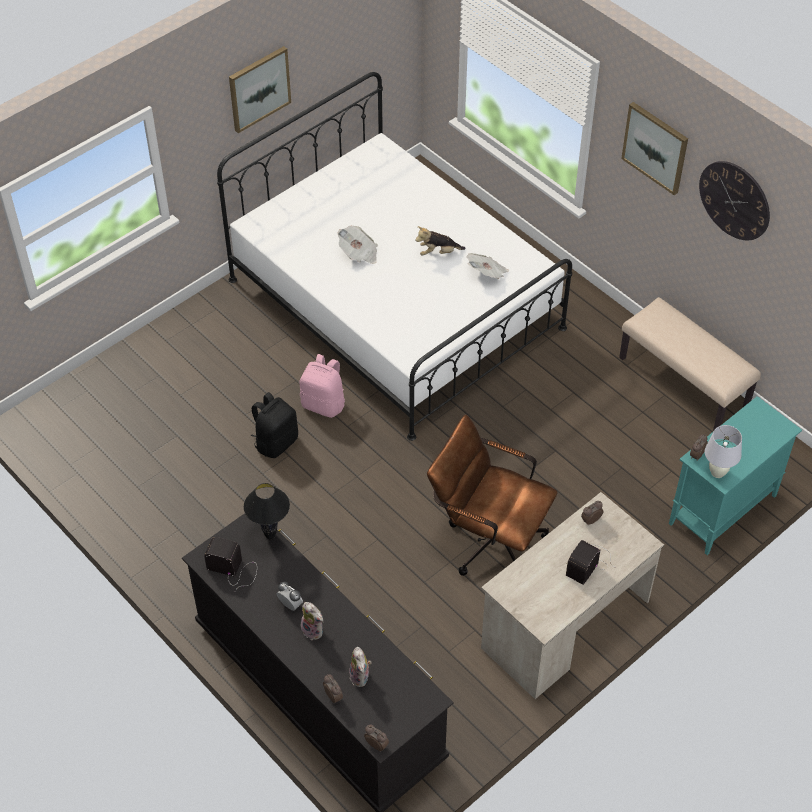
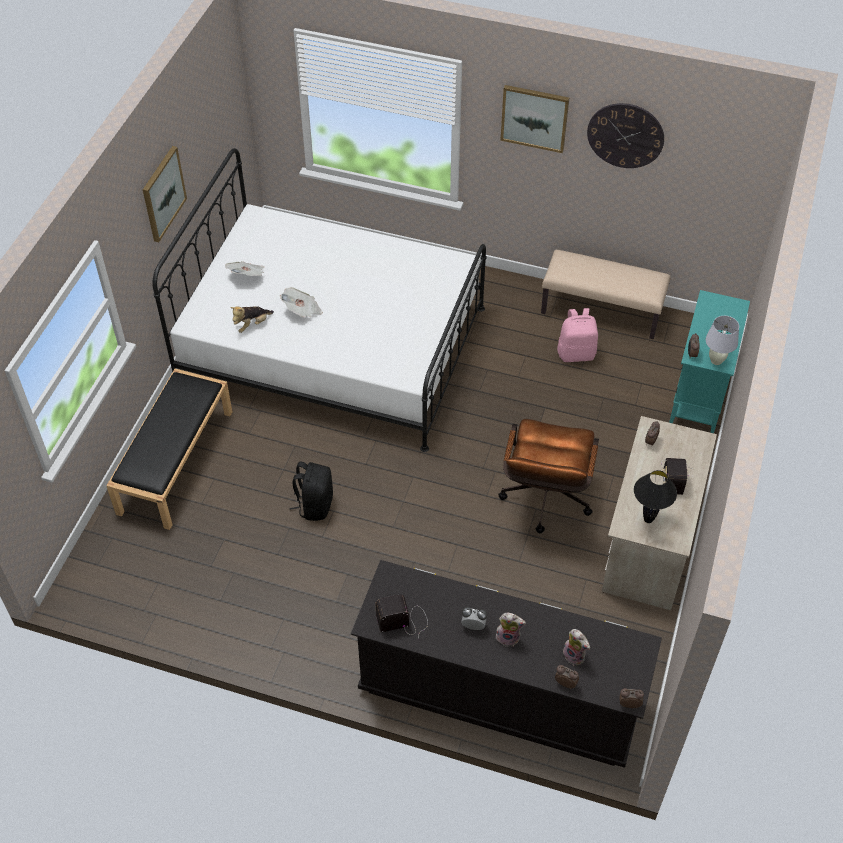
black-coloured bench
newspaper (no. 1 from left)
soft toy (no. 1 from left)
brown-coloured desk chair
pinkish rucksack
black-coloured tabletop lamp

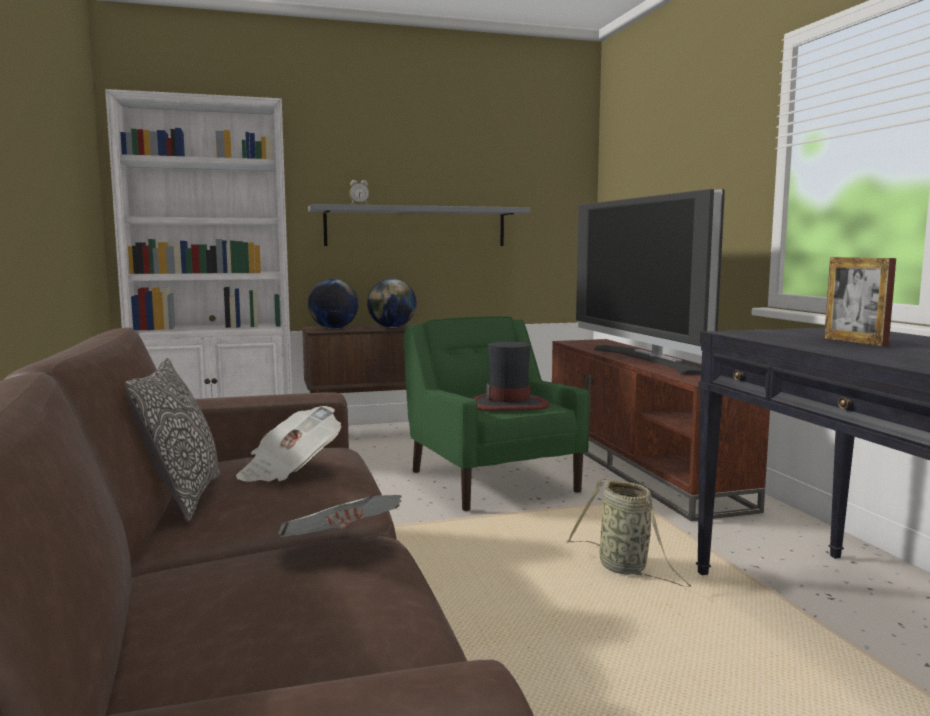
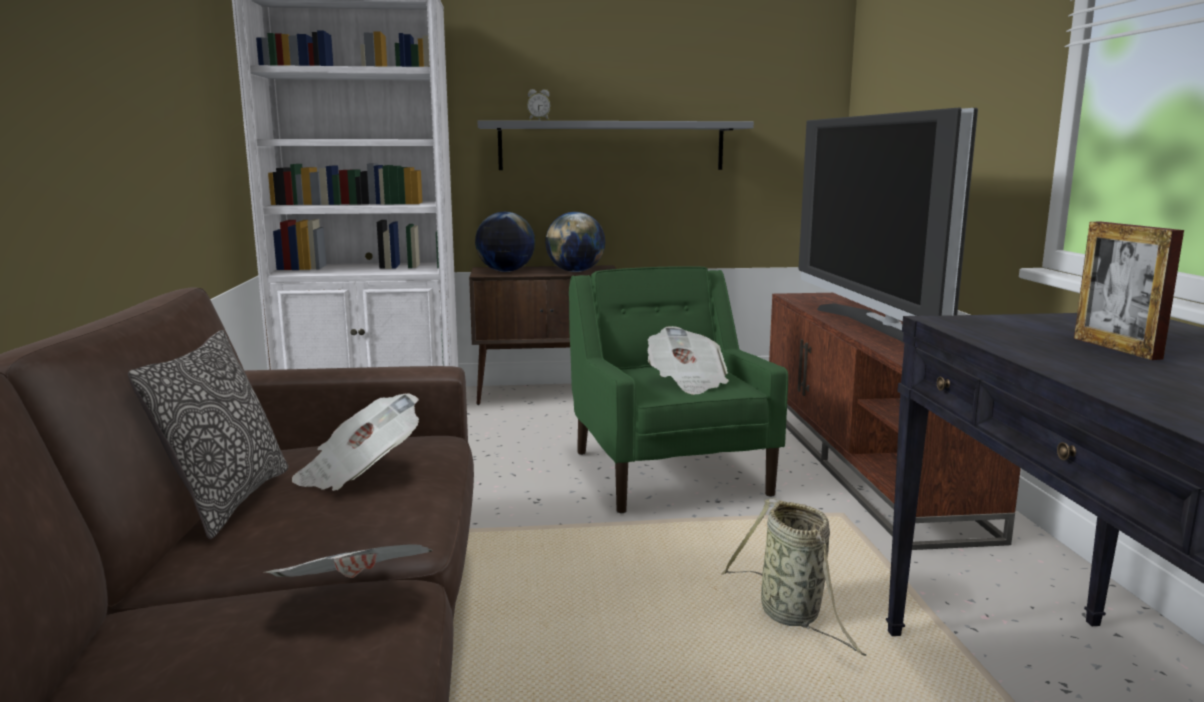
newspaper (no. 3 from left)

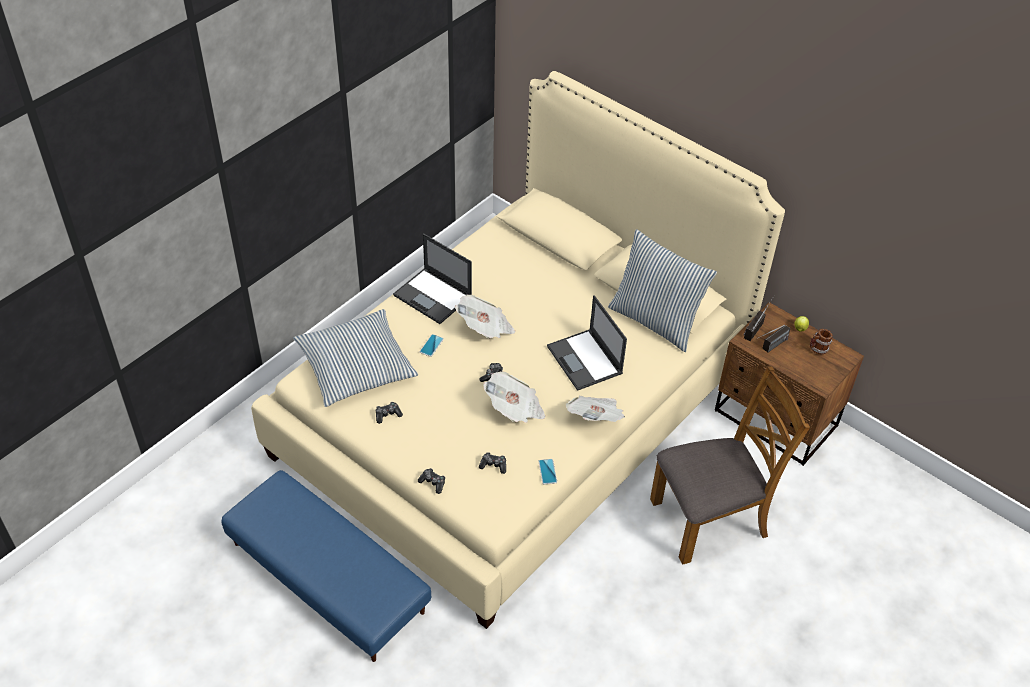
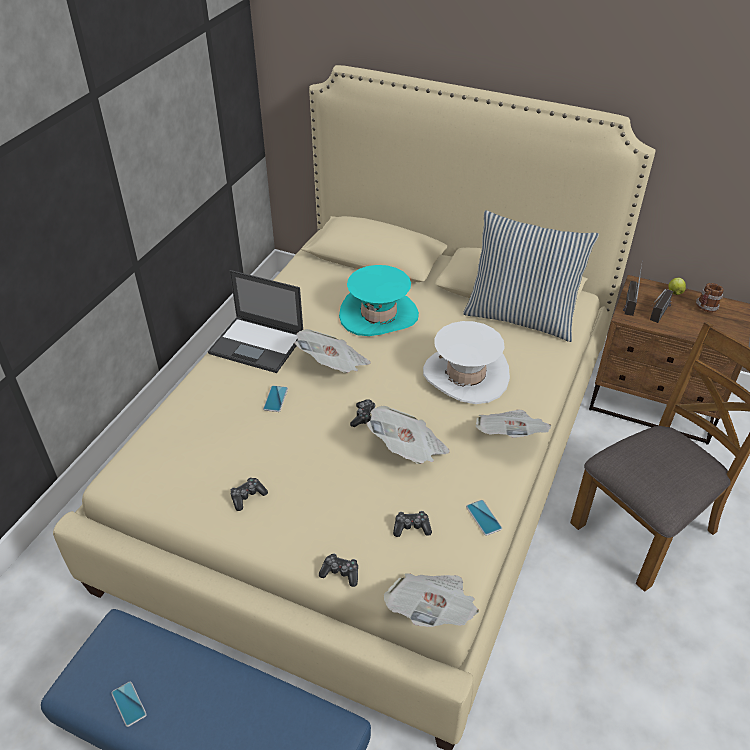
handset (no. 1 from left)
turquoise hat
newspaper (no. 3 from left)
whitish hat
throw pillow (no. 1 from left in the first image)

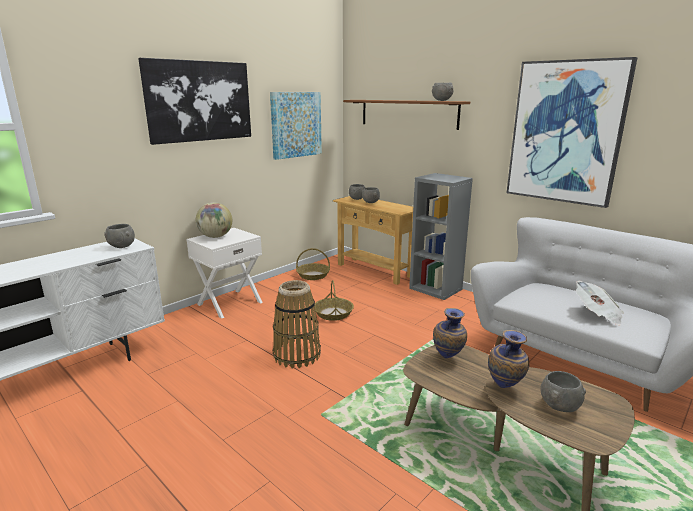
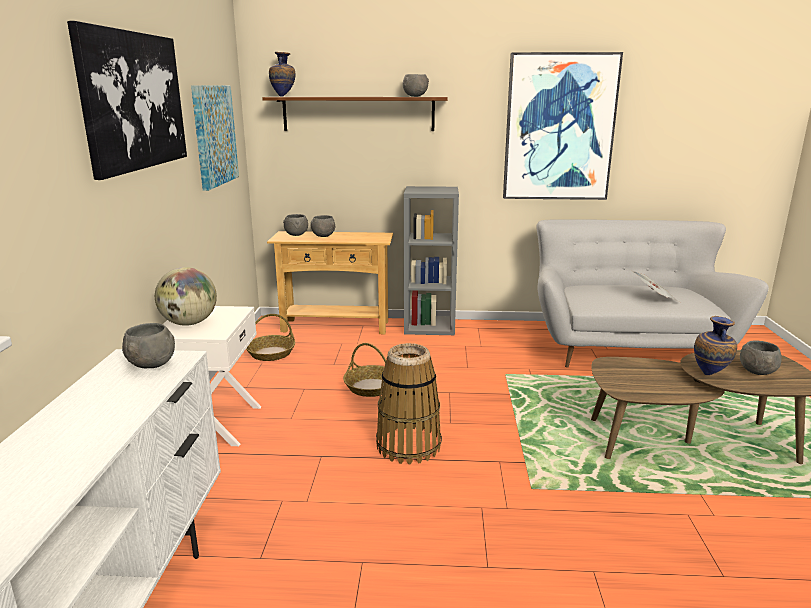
decorative vase (no. 1 from left)

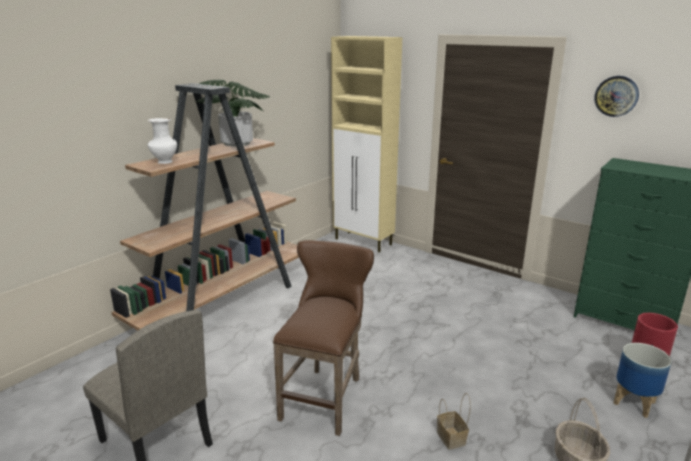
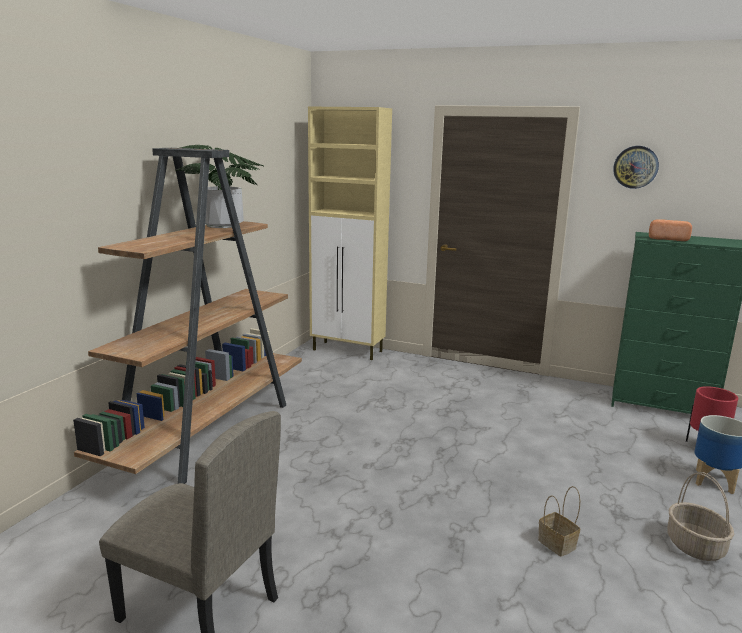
baked bread
whitish decorative vase
brown-coloured stool

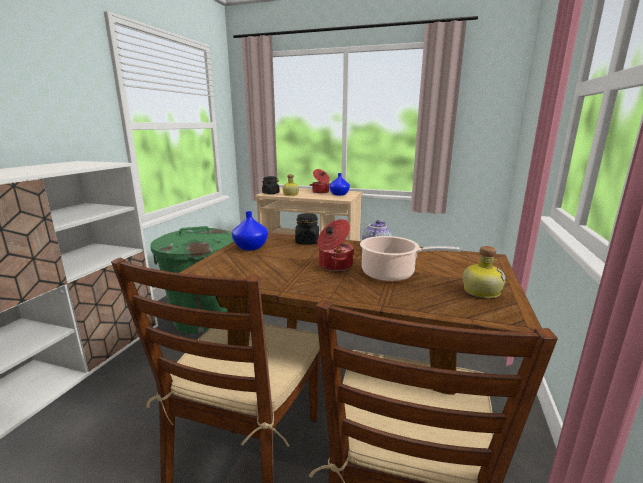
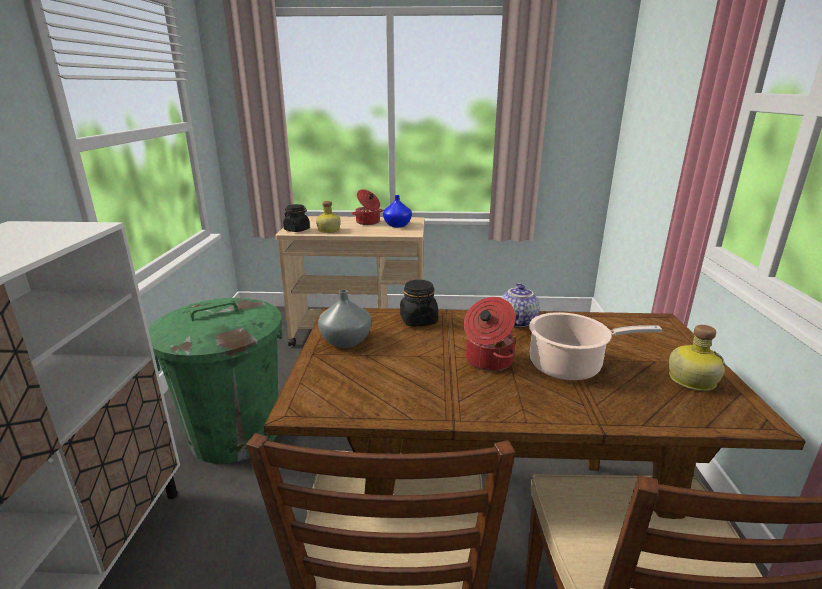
gray decorative vase

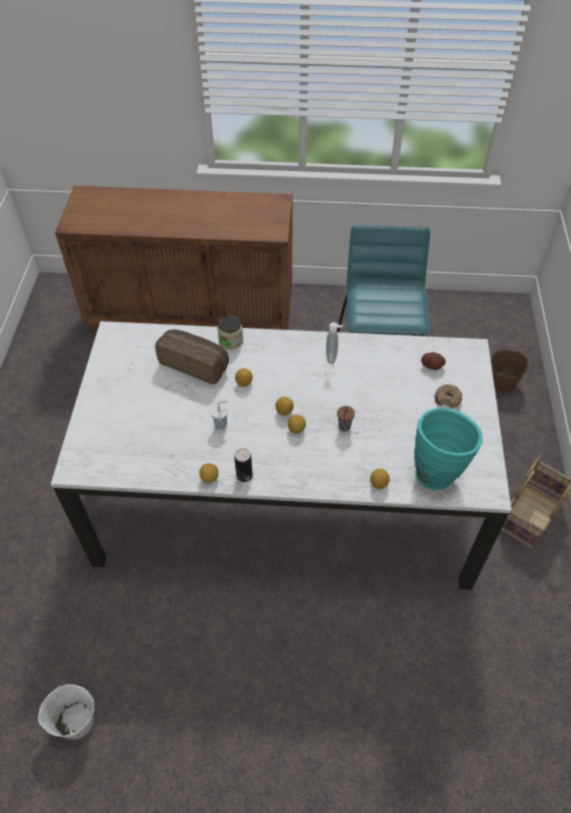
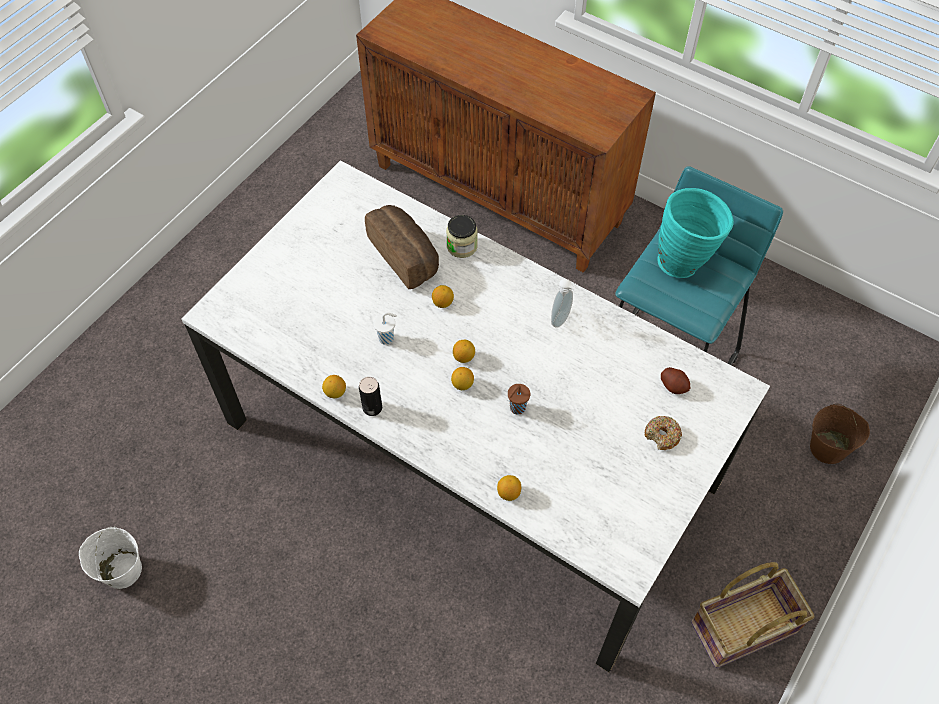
turquoise decorative vase

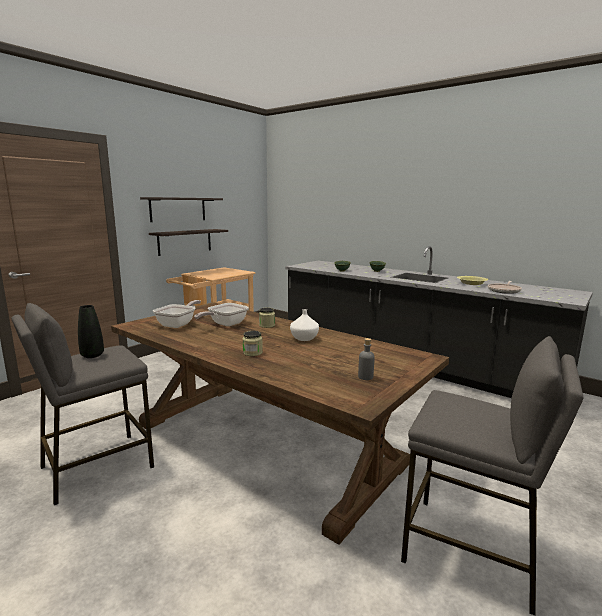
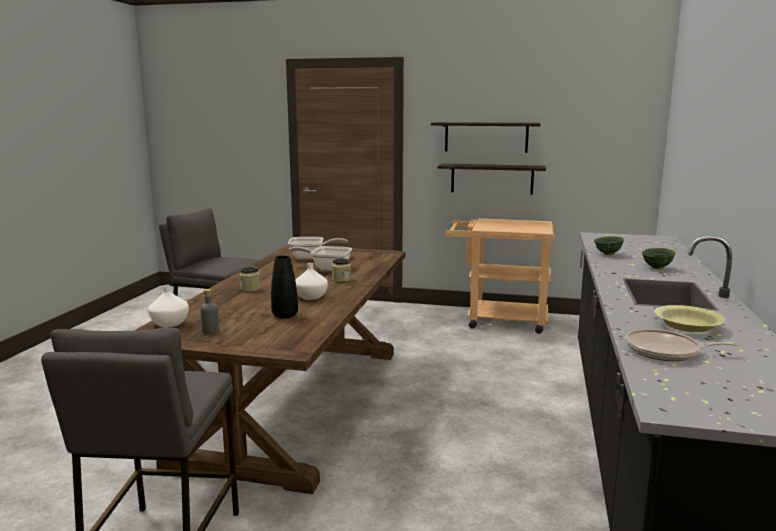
whitish decorative vase (no. 1 from left)
black-coloured decorative vase

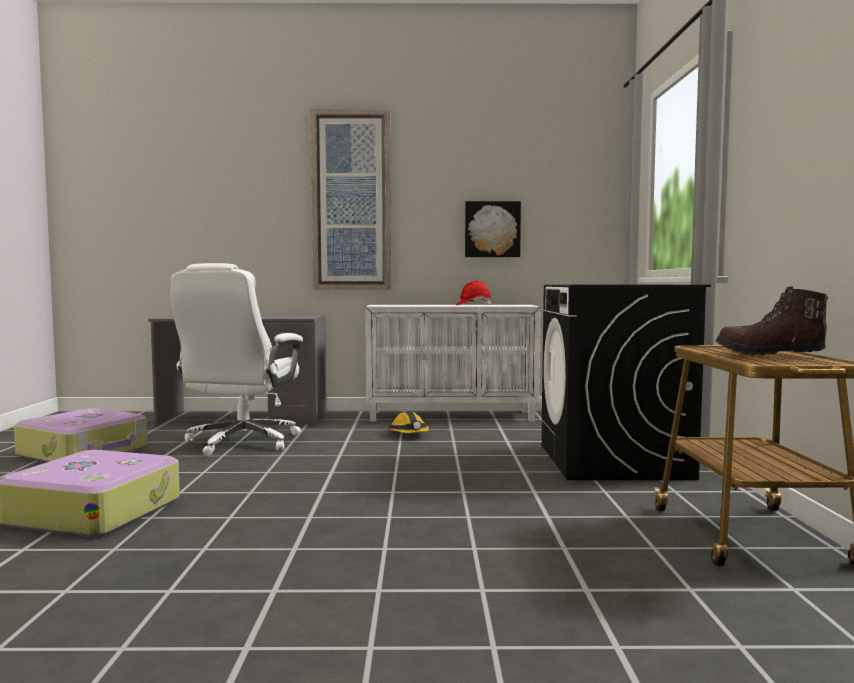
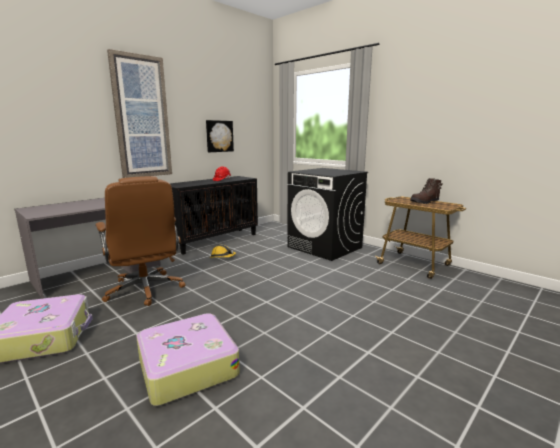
brown-coloured desk chair
black-coloured cupboard

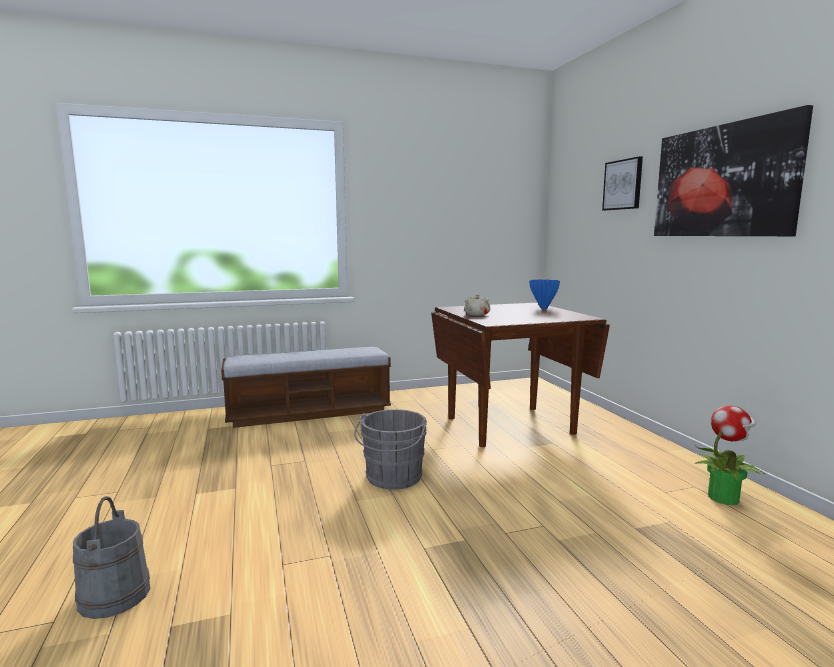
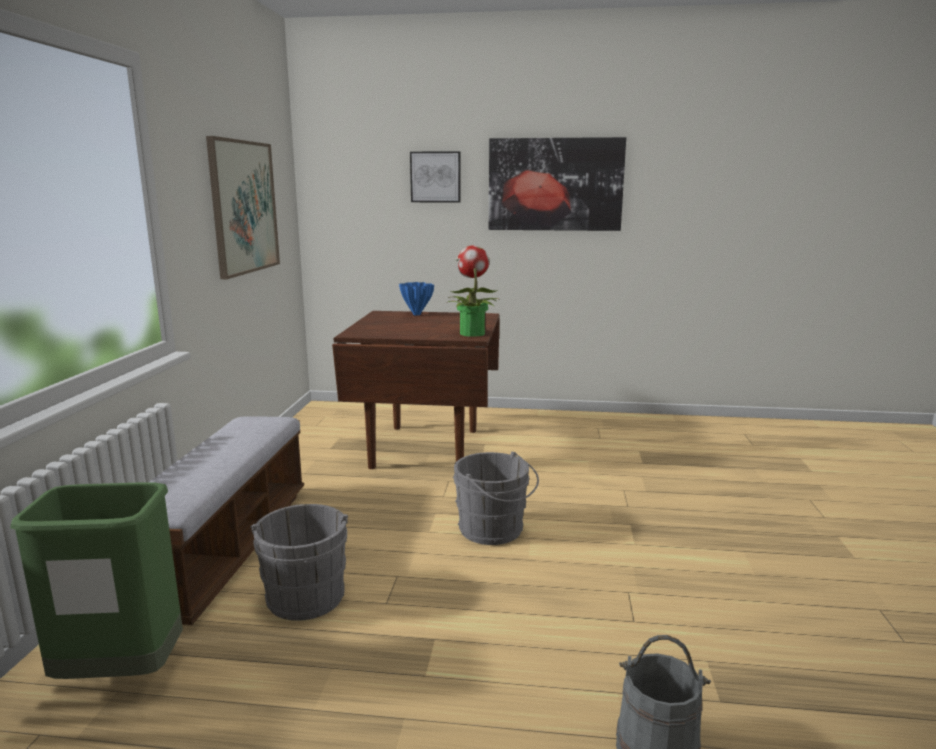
greenish waste bin
wall picture (no. 1 from left)
gray bucket (no. 1 from left)
plant in a pot
beige pot for tea

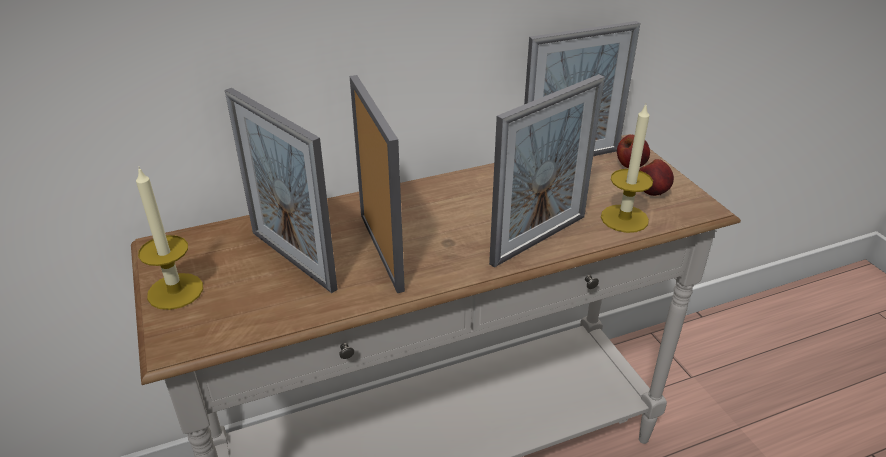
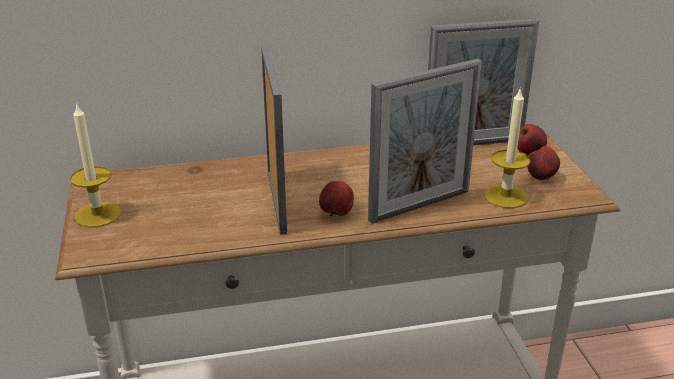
whole apple (no. 1 from left)
picture frame (no. 1 from left in the first image)

